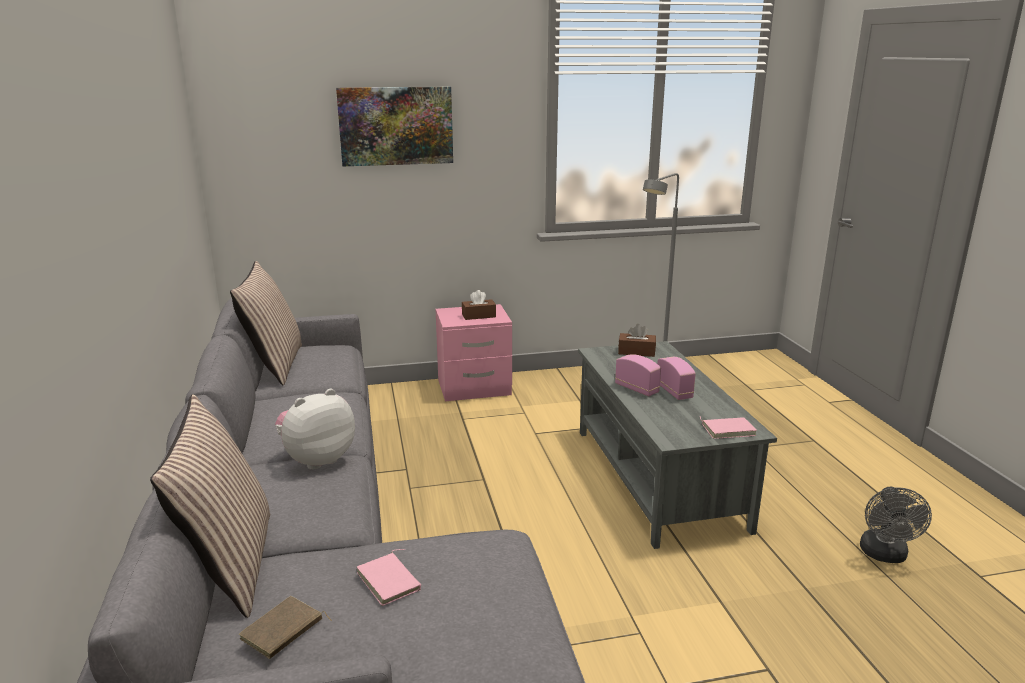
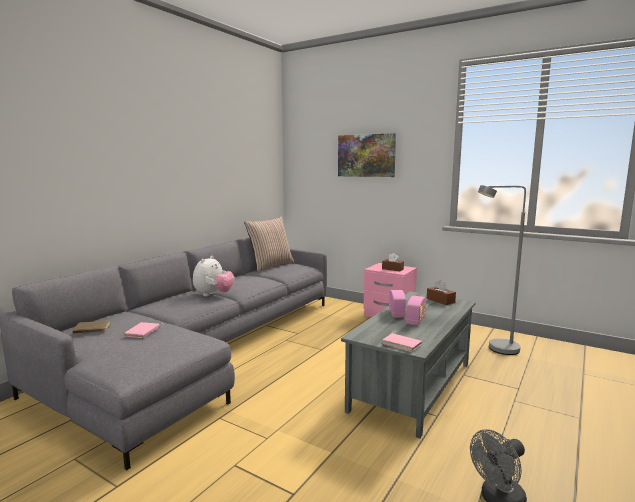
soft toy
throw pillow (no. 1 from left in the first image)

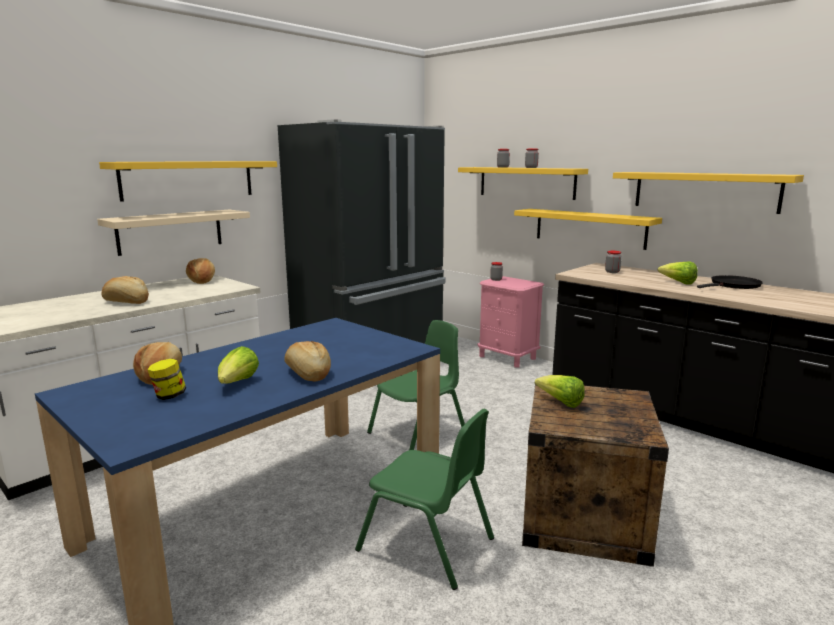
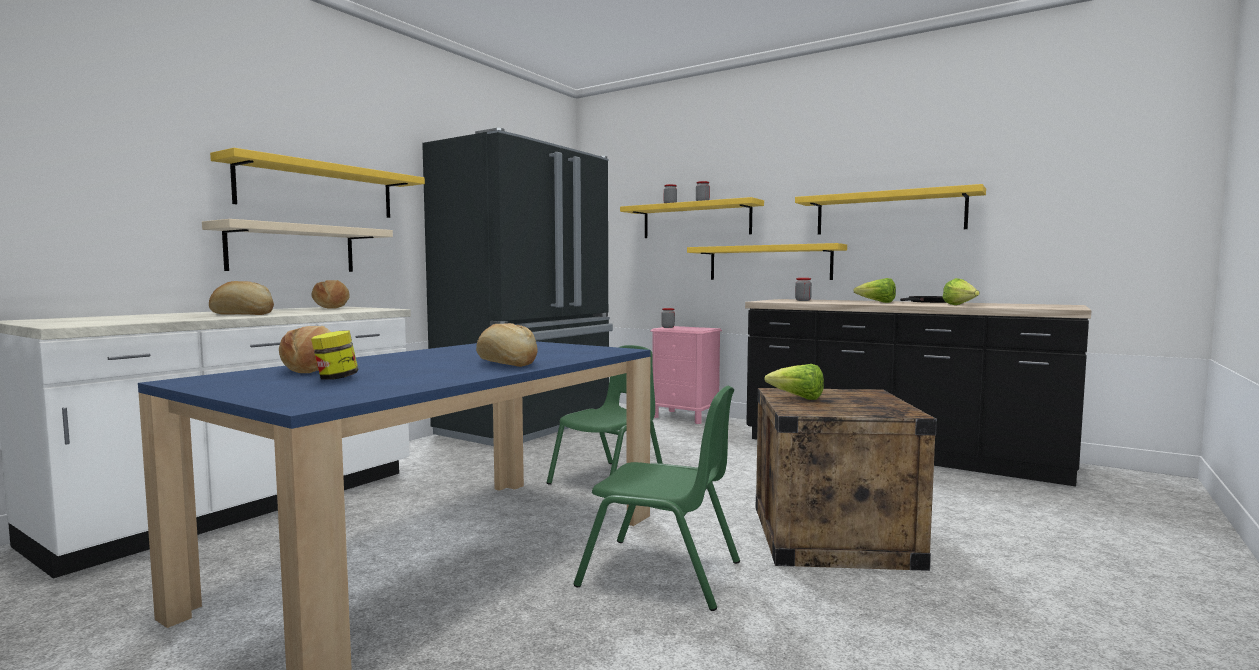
head of lettuce (no. 3 from left)

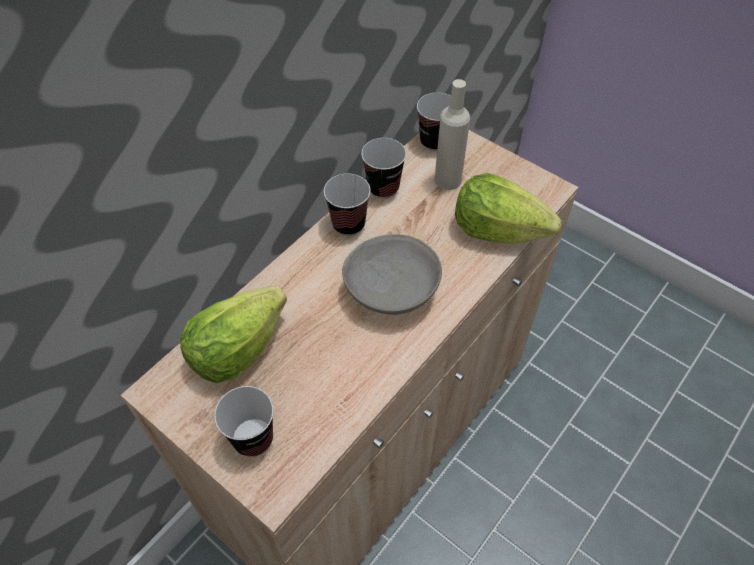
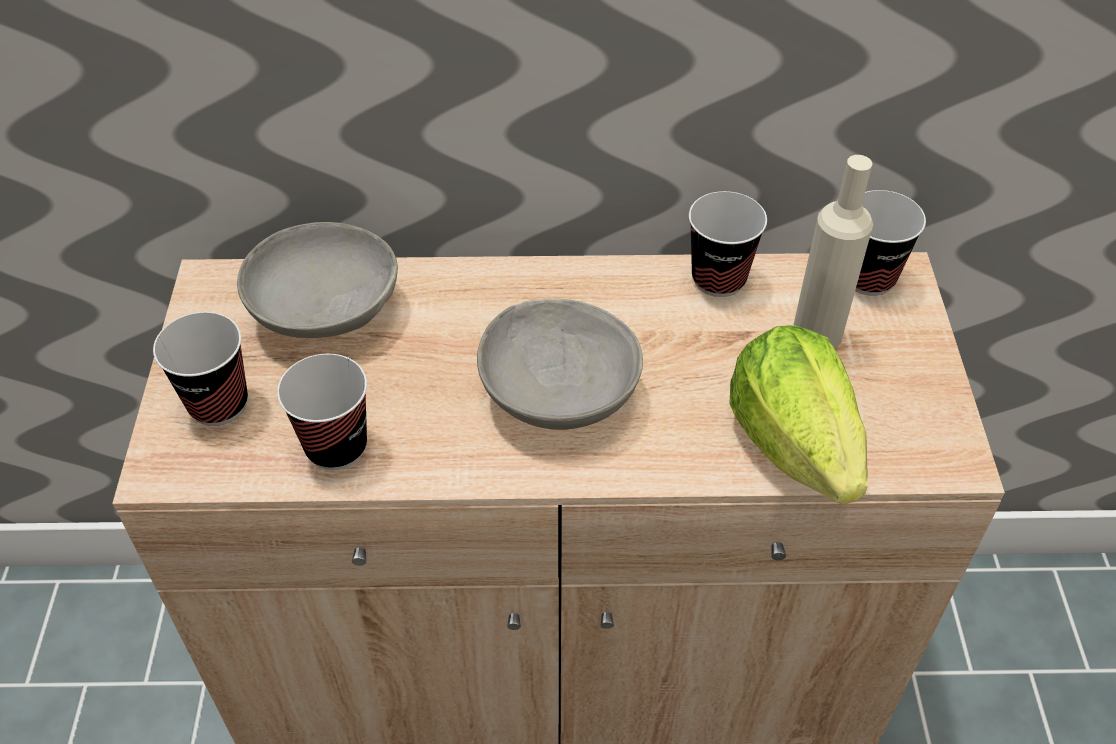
gray deep dish (no. 1 from left)
cup (no. 2 from left)

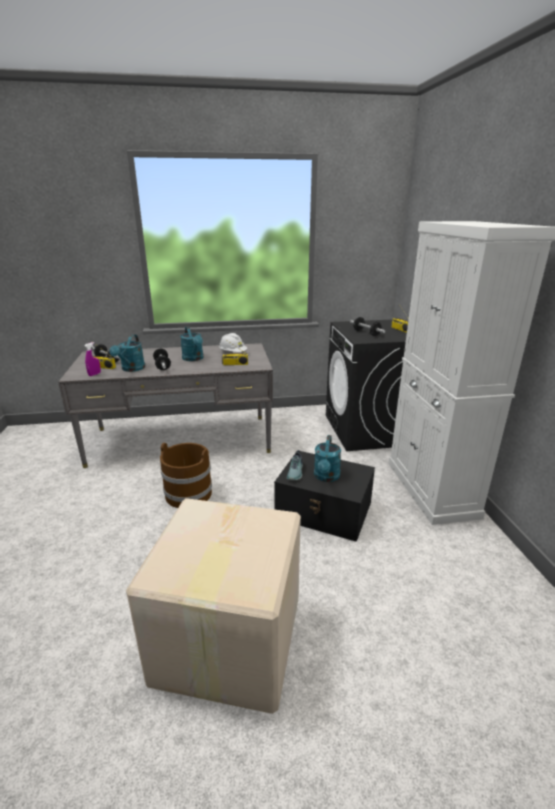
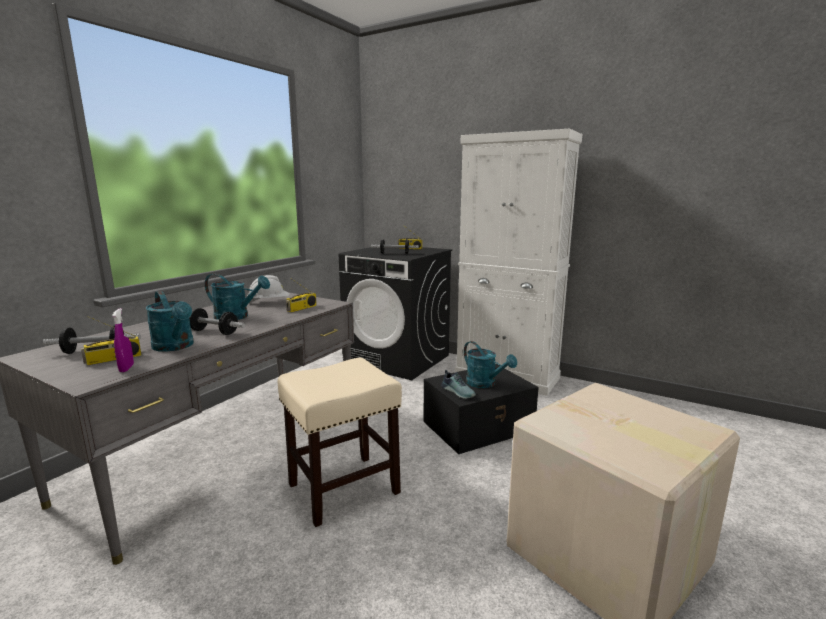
beige stool

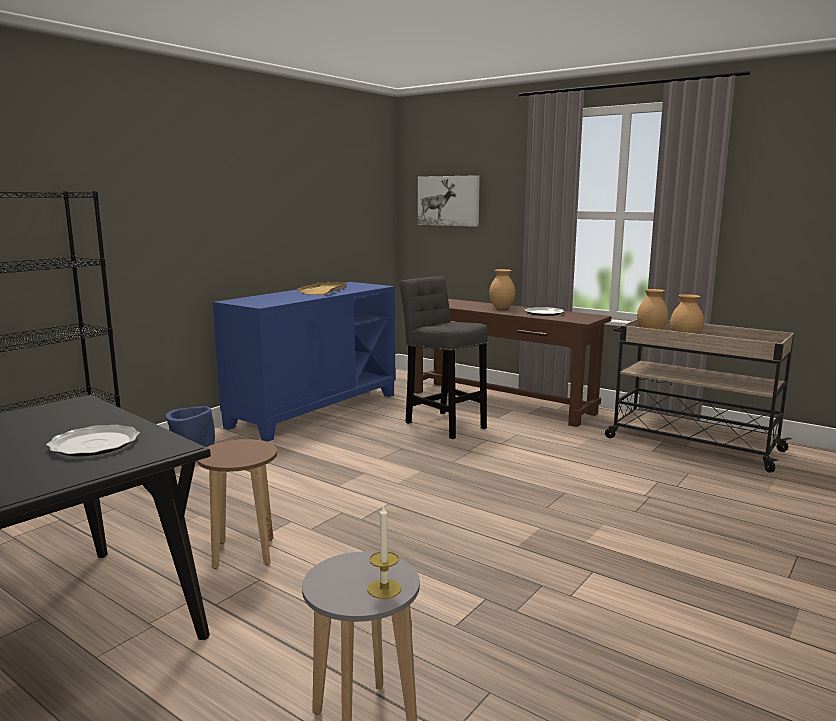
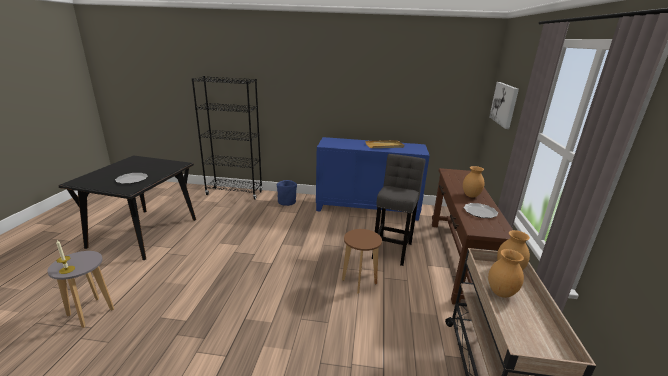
brown-coloured stool

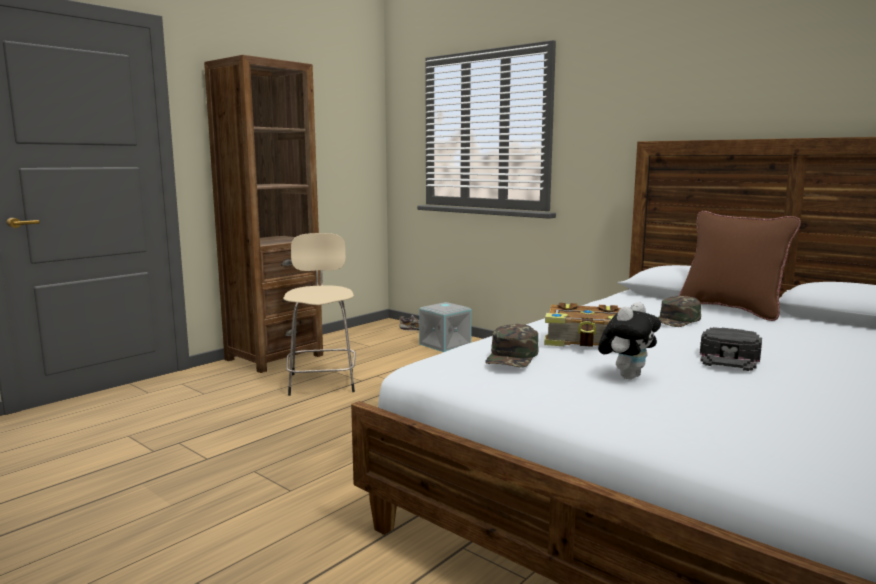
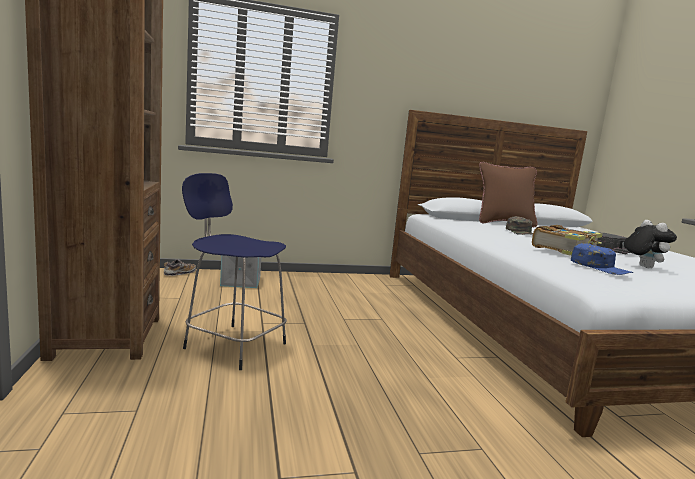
blue stool
blue baseball cap

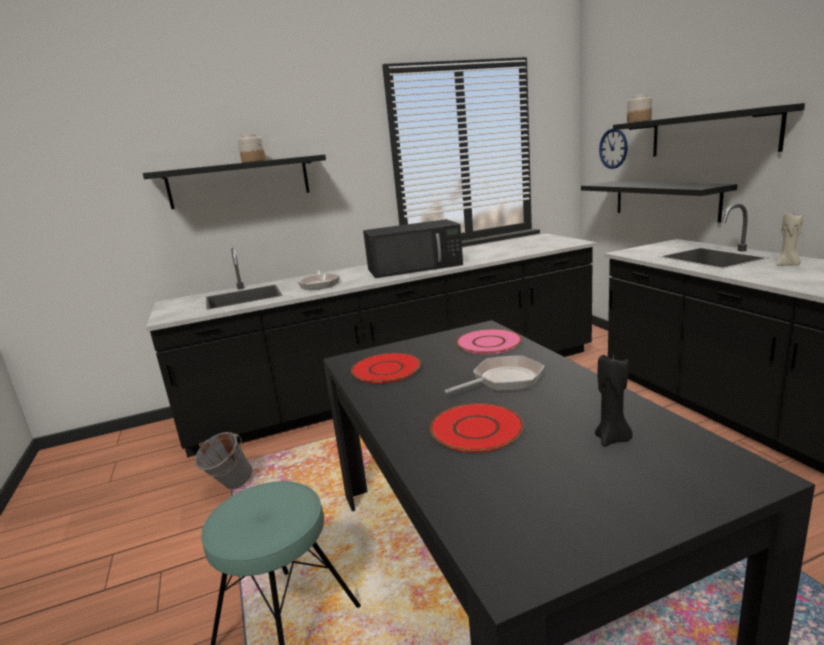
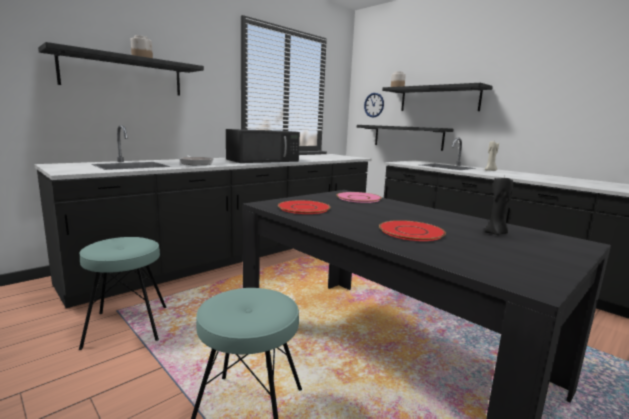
turquoise stool (no. 1 from left)
pan (no. 2 from left in the first image)

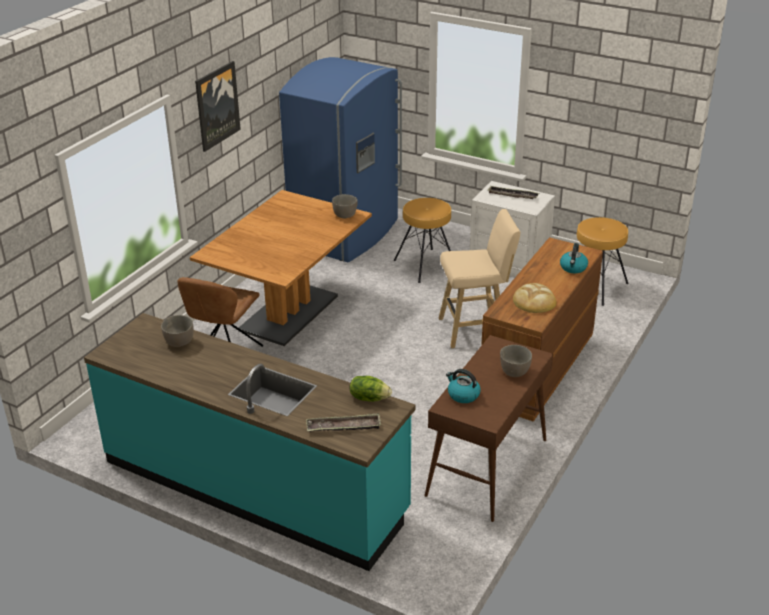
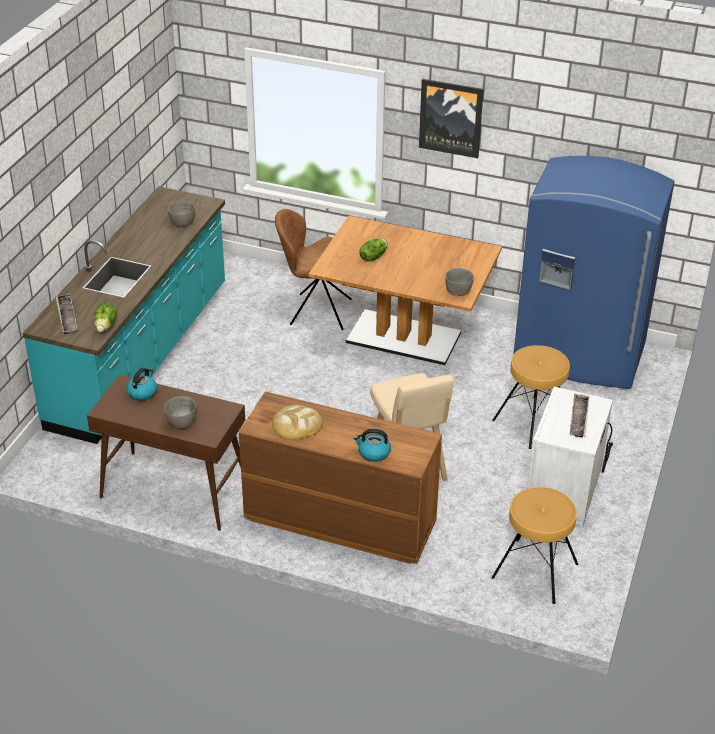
head of lettuce (no. 2 from left)

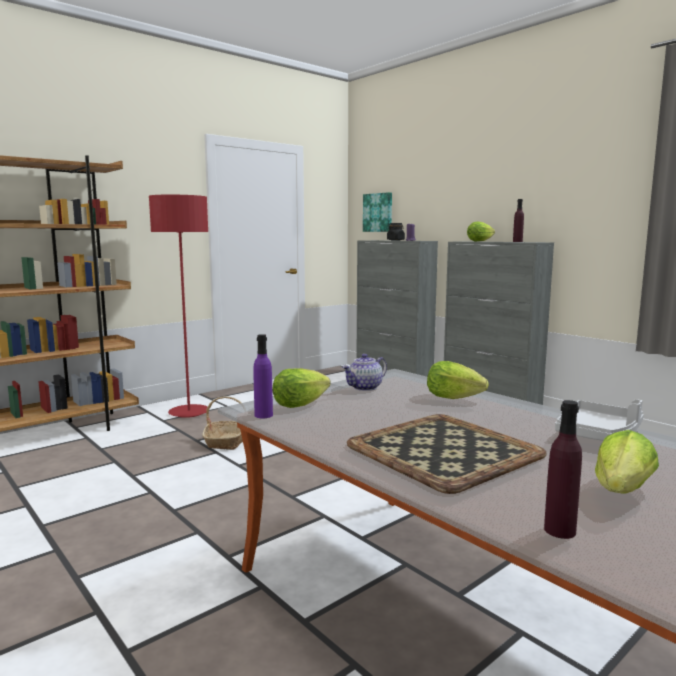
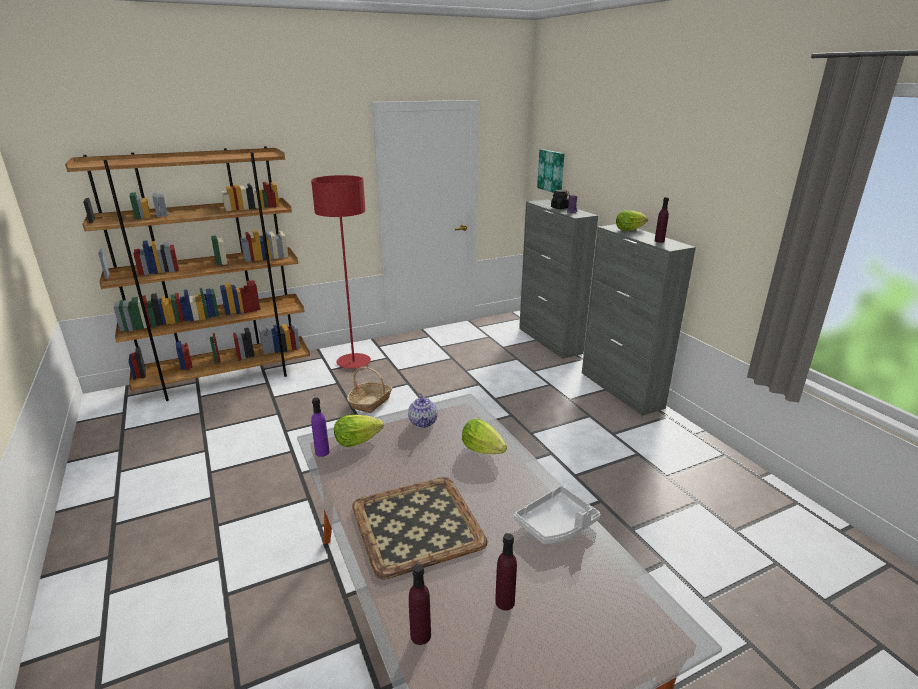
pot for tea
purplish bottle (no. 3 from left)

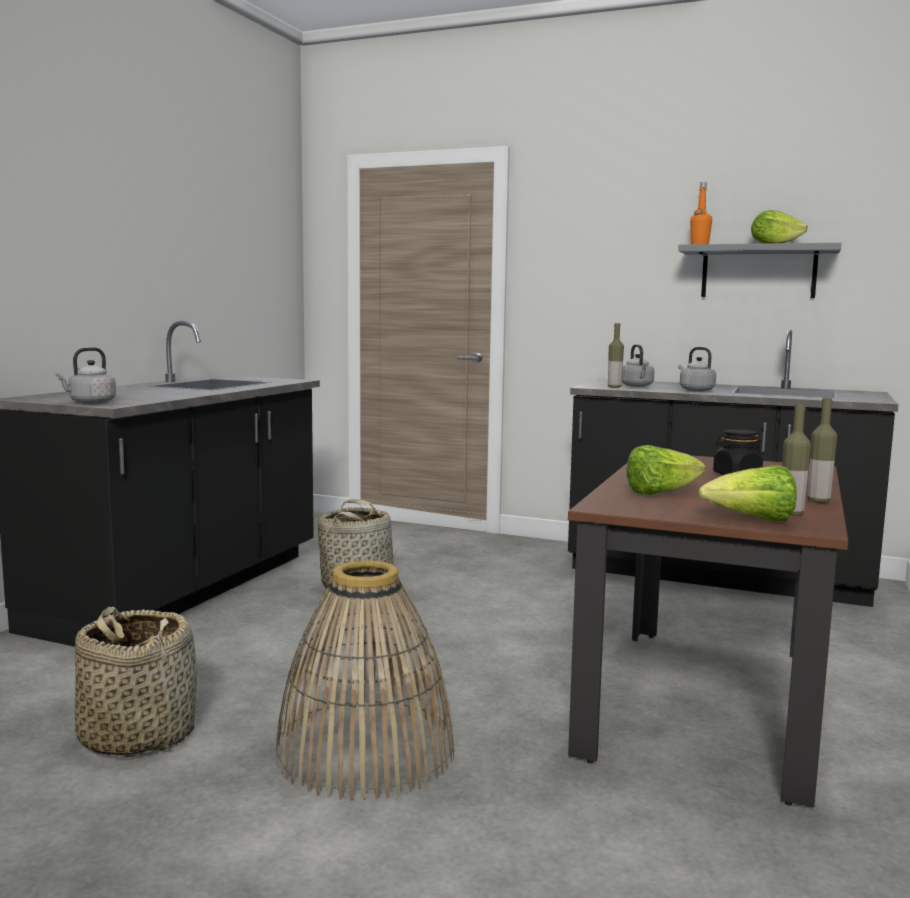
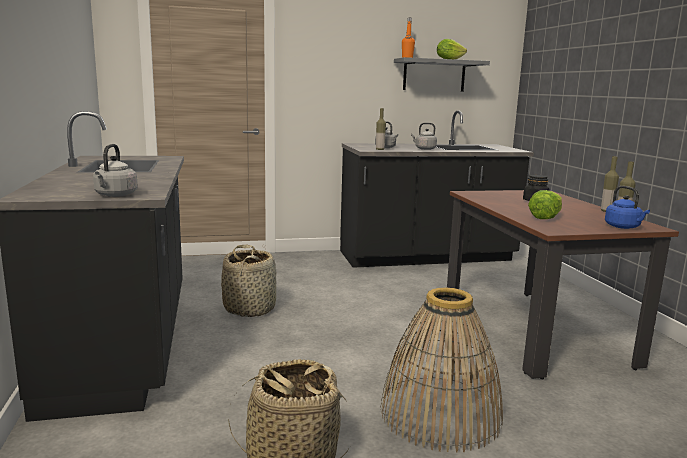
blue kettle

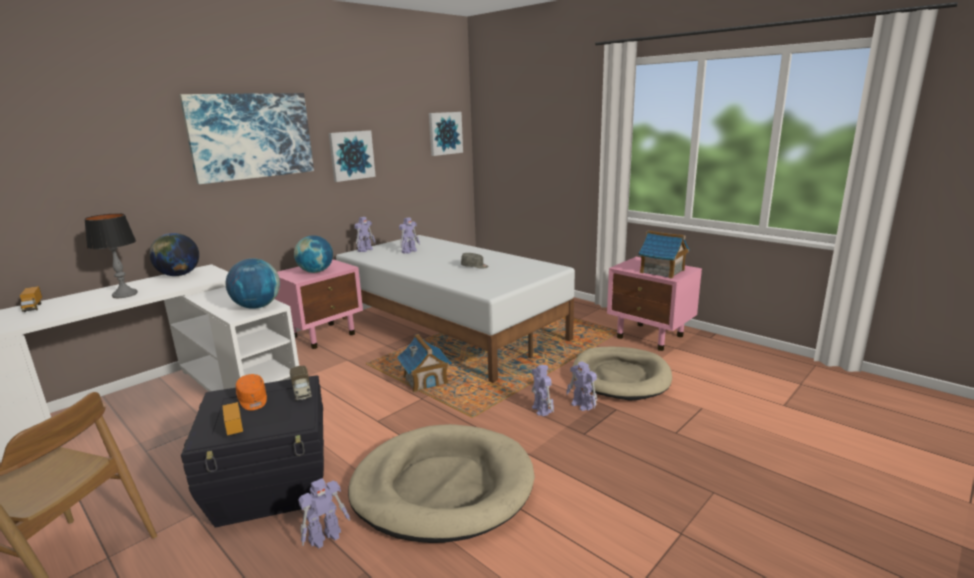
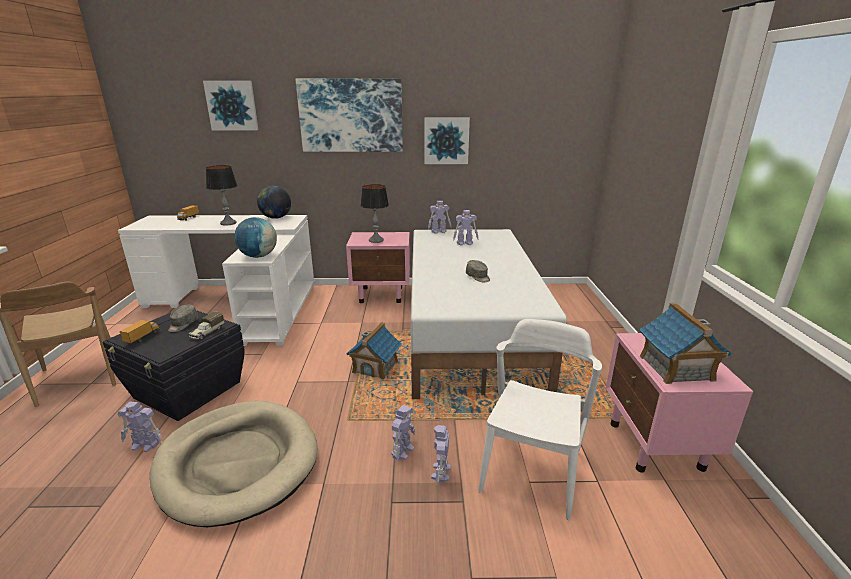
gray baseball cap (no. 1 from left)
wall picture (no. 1 from left)
tabletop lamp (no. 2 from left)
whitish chair

